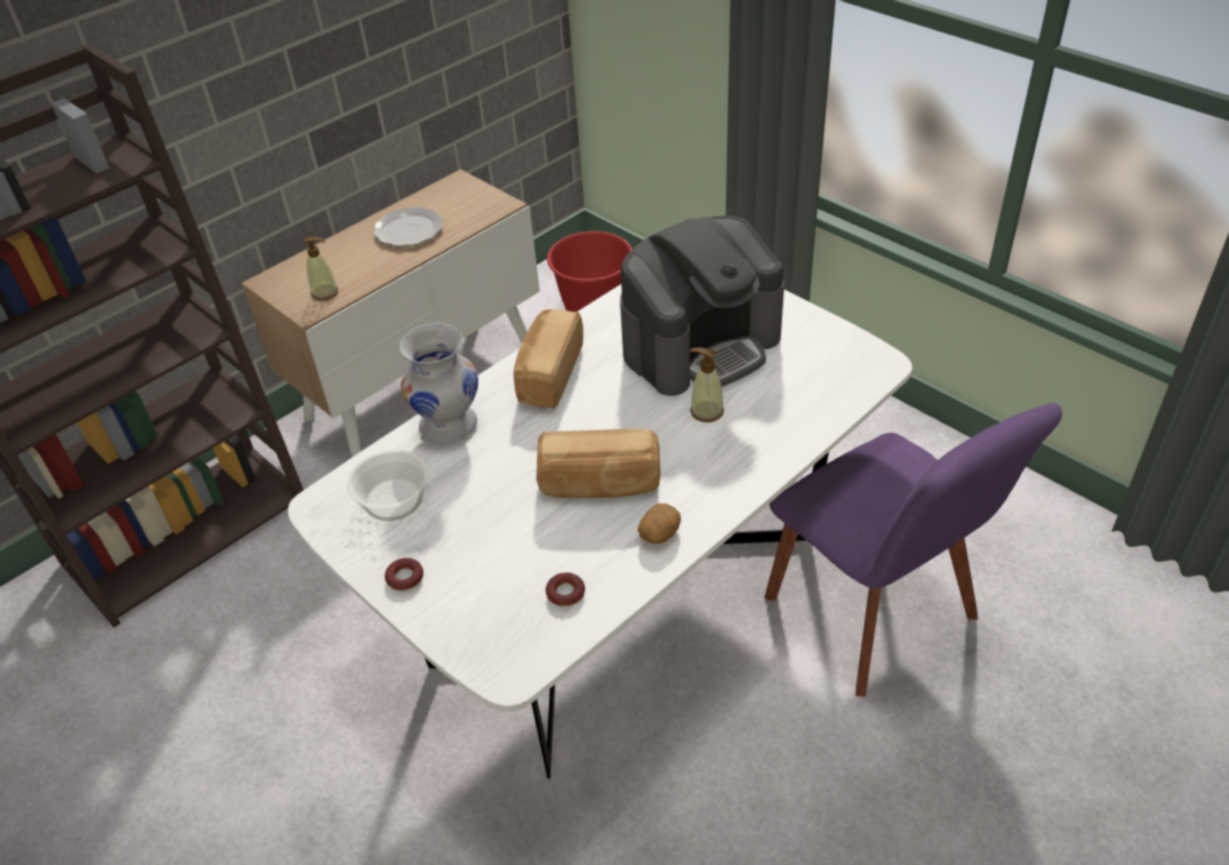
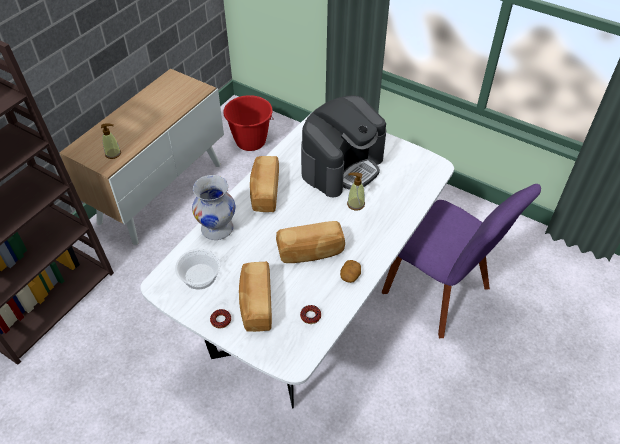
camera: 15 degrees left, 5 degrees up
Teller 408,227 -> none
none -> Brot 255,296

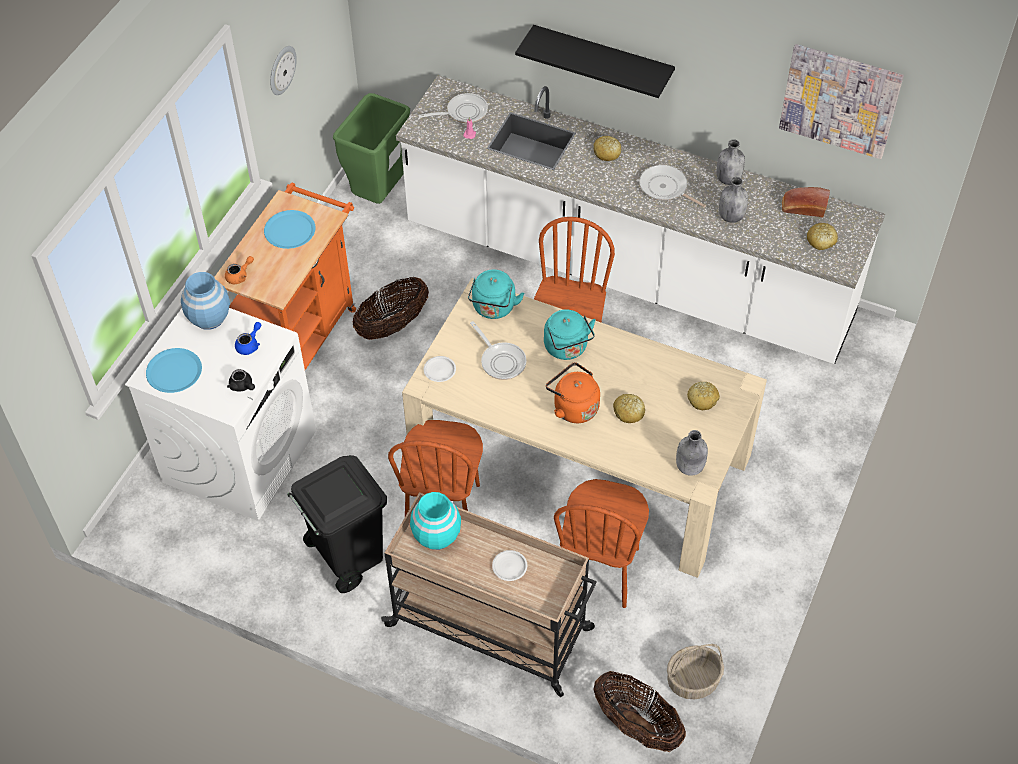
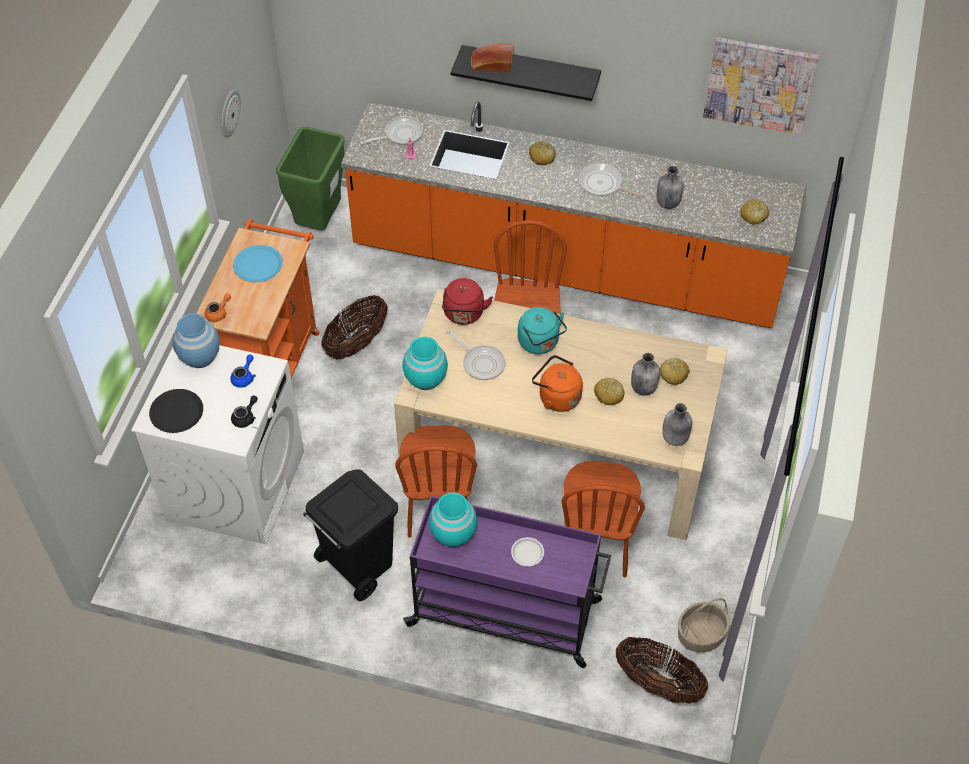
camera: 10 degrees left, 0 degrees up
Küchenzeile/weiß 640,219 -> Küchenzeile/orange 573,215
Flasche/grau 731,162 -> Flasche/grau 645,374, move
Brot 806,202 -> Brot 492,57, move
Wasserkessel/türkis 496,294 -> Wasserkessel/rot 467,301
Teller/blau 174,370 -> Teller/schwarz 176,411
Teller/weiß 440,369 -> Vase/türkis 425,363
Teekanne/schwarz 241,380 -> Teekanne/schwarz 244,411, 90 degrees counterclockwise
Rollwagen/beige 489,594 -> Rollwagen/lila 507,581

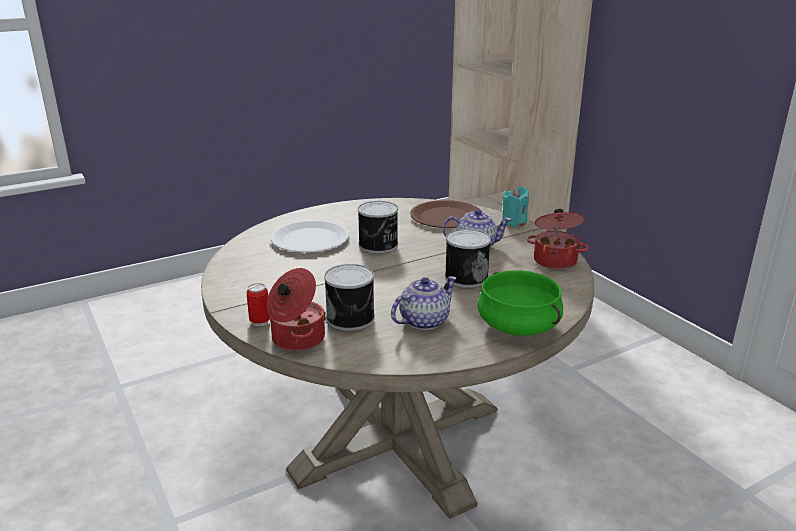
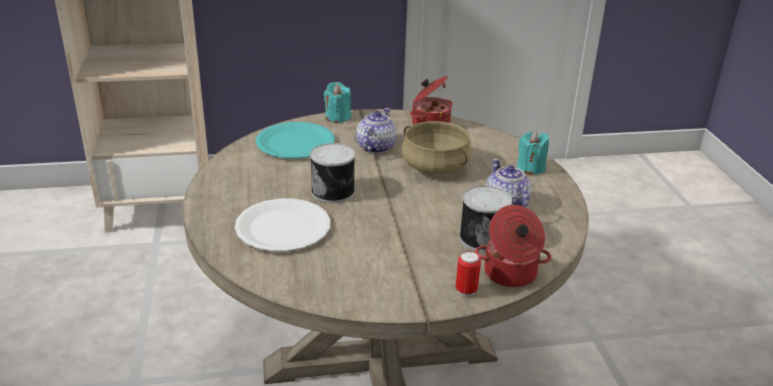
camera: 70 degrees left, 5 degrees up
Teller/braun 446,214 -> Teller/türkis 295,140
Dose 468,258 -> Kochtopf/beige 436,148
Kochtopf/grün 520,303 -> Kerze/türkis 533,153

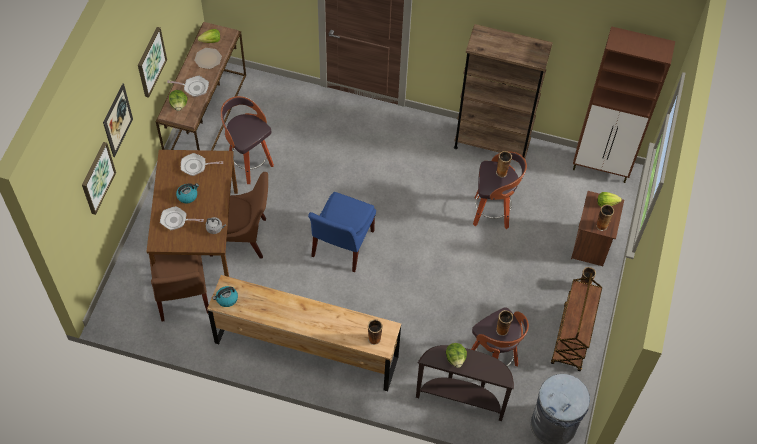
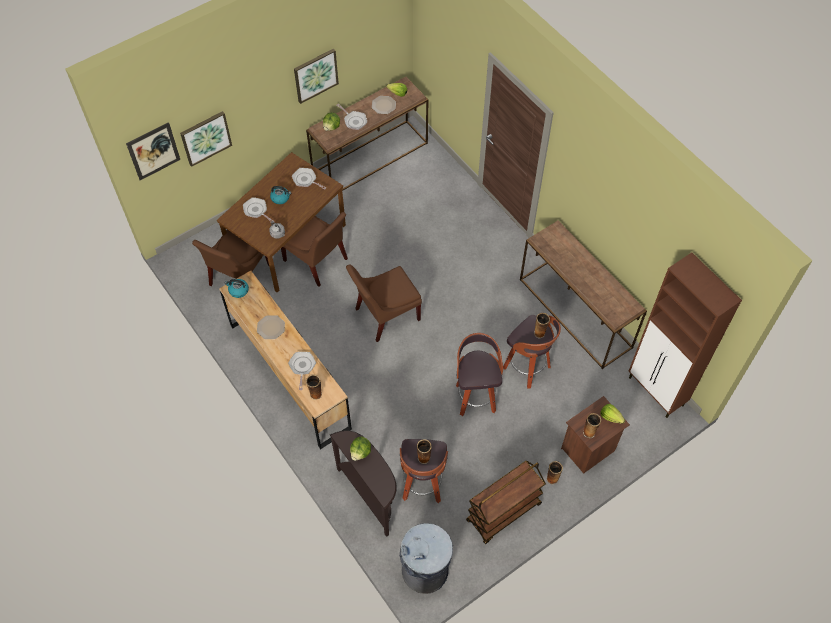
camera: 40 degrees right, 0 degrees up
Bücherregal/braun 503,91 -> Konsolentisch/braun 583,295
Bild 118,120 -> Bild 153,151, move
Hocker 247,140 -> Hocker 479,374, move
Stuhl/blau 342,232 -> Stuhl/braun 384,303
none -> Teller 271,327
none -> Pfanne 302,371

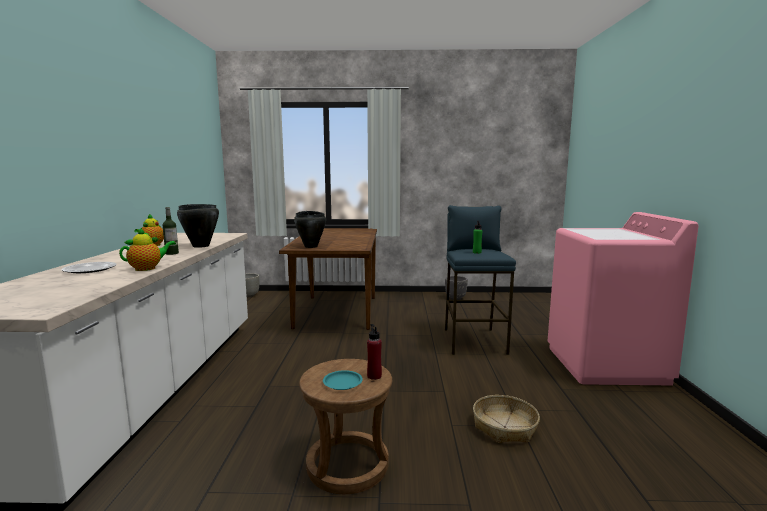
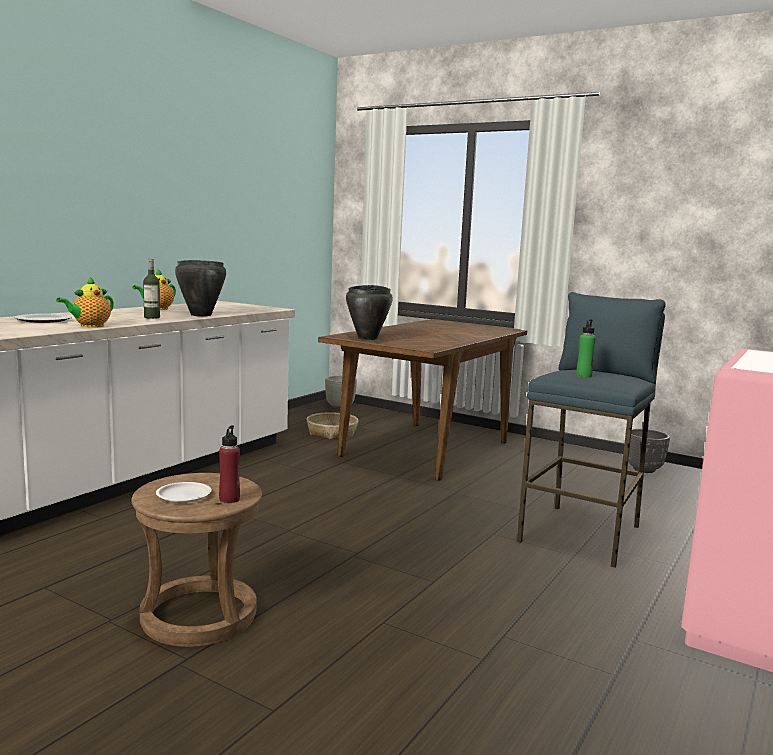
camera: 30 degrees right, 0 degrees up
Teekanne 147,249 -> Teekanne 85,302, 135 degrees clockwise
Teller/türkis 343,380 -> Teller/weiß 184,492
Korb 506,419 -> Korb 332,425, move

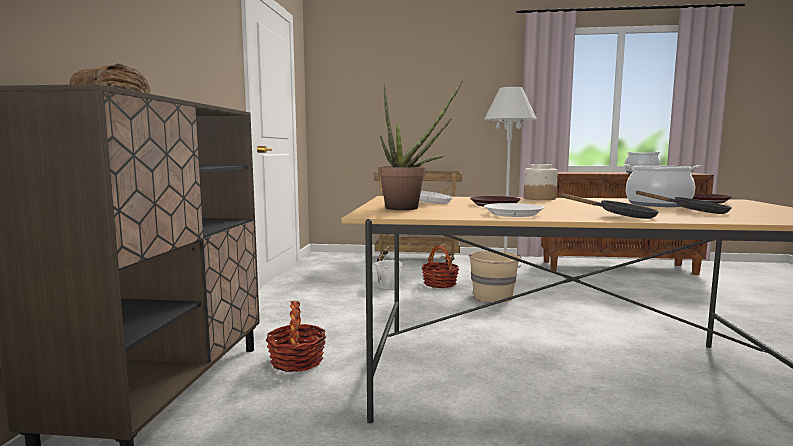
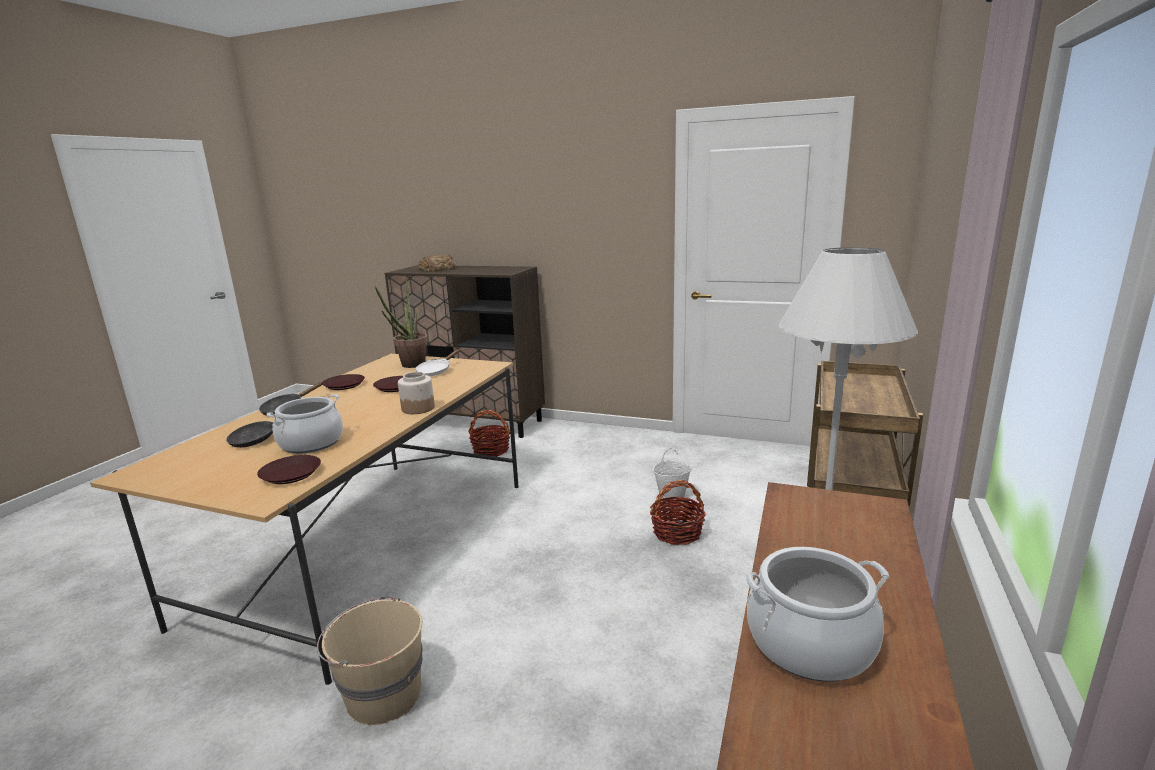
camera: 105 degrees right, 10 degrees up
Teller/weiß 514,210 -> Teller/braun 343,382
Eimer/beige 495,277 -> Eimer/beige 369,661, move

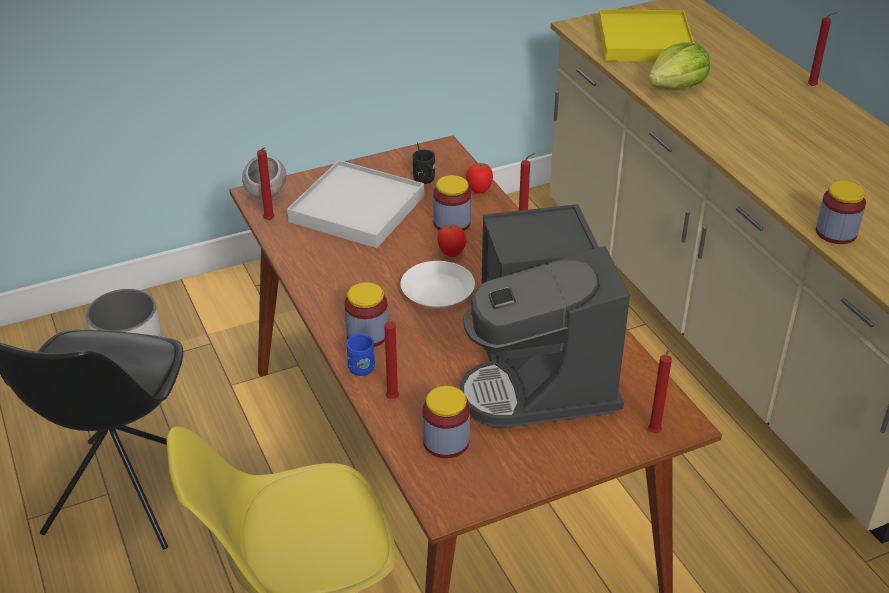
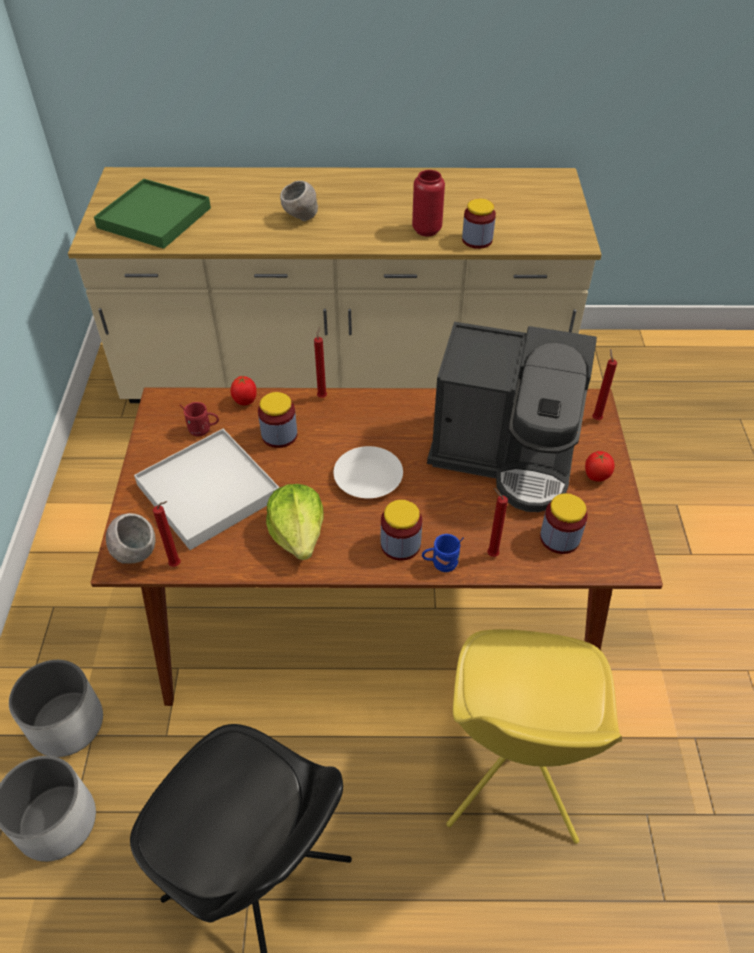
camera: 65 degrees left, 10 degrees up
Tablett/gelb 646,35 -> Tablett/grün 152,214
Kerze/rot 823,49 -> none
Salatkopf 679,65 -> Salatkopf 295,522, move
Henkelbecher/schwarz 424,163 -> Henkelbecher/rot 199,419
Tomate 451,240 -> Tomate 600,466, move
none -> Vase/rot 428,203
none -> Schüssel/grau 299,201
none -> Pflanzkübel/weiß 56,708

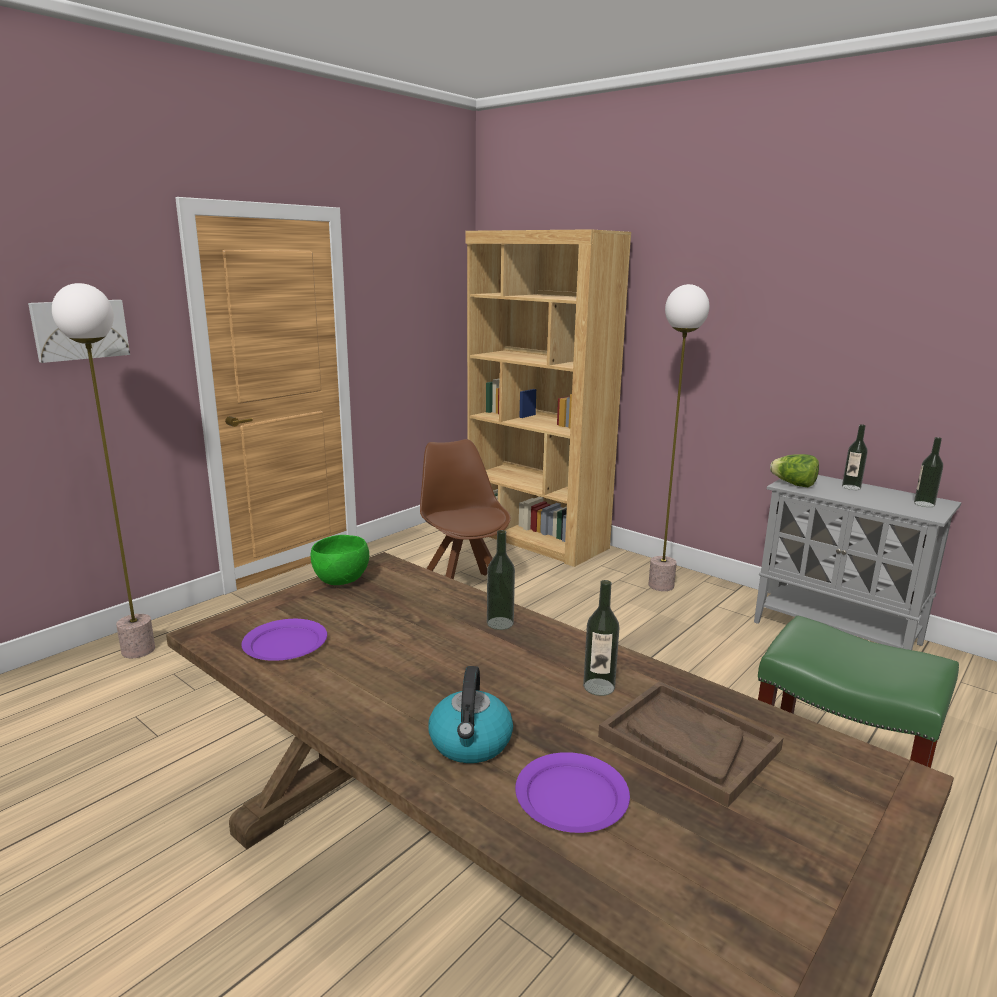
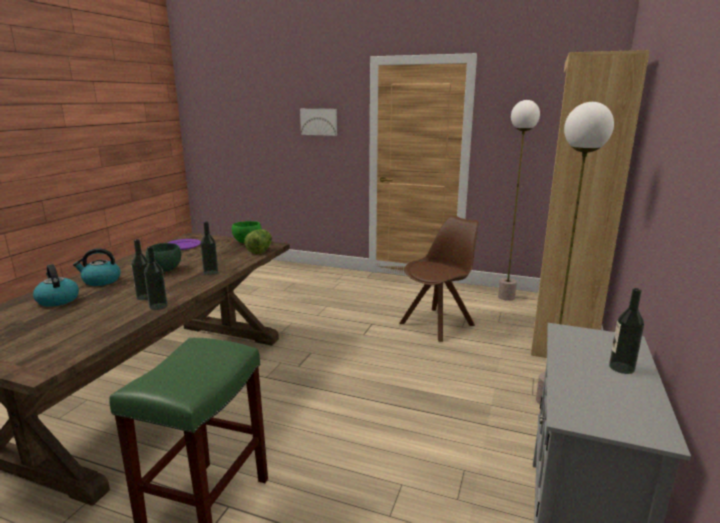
camera: 70 degrees right, 0 degrees up
Stehlampe 103,470 -> Stehlampe 519,200, move
Flasche 928,472 -> Flasche 156,278, move
Salatkopf 794,470 -> Salatkopf 258,241, move
Tablett/braun 690,744 -> none
Teller/lila 572,792 -> Wasserkessel 56,285
none -> Schüssel/grün 163,257

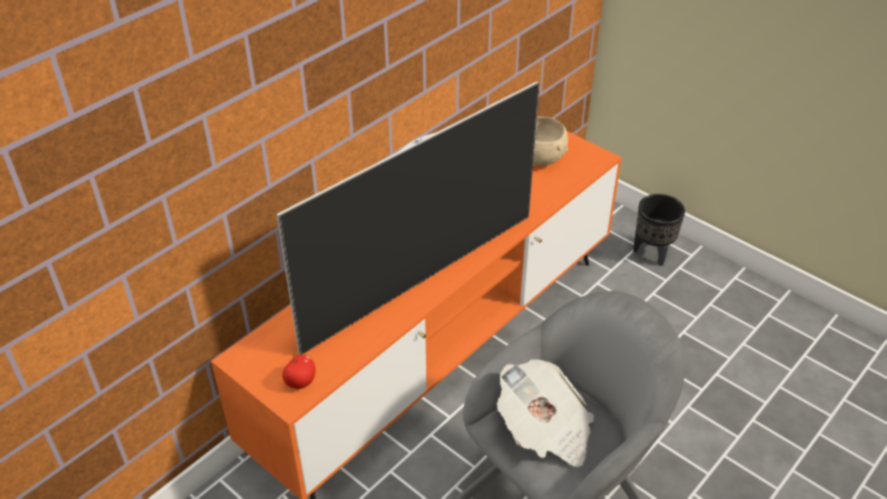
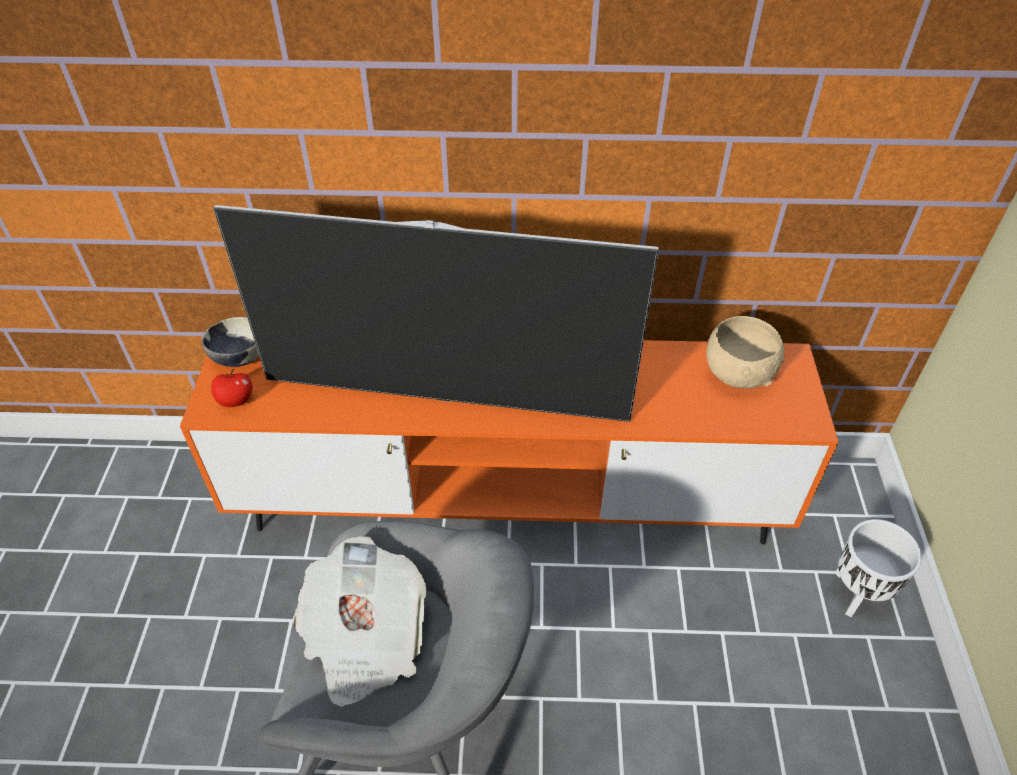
camera: 50 degrees right, 5 degrees up
Pflanzkübel/schwarz 659,230 -> Pflanzkübel/weiß 878,568
none -> Schüssel 230,342

